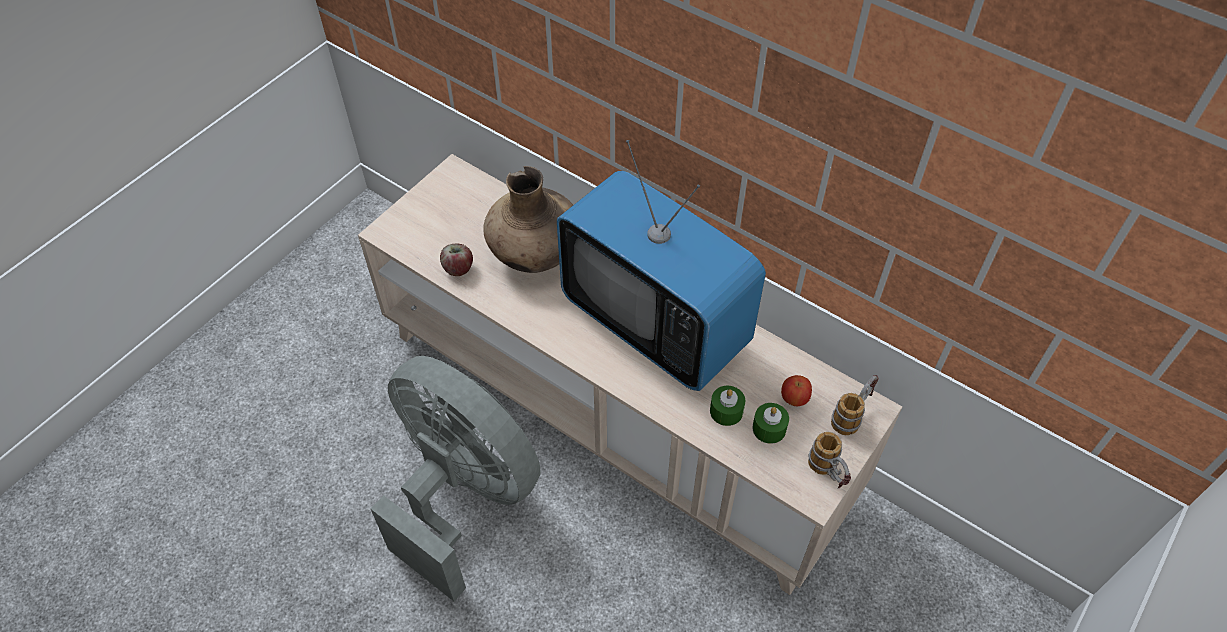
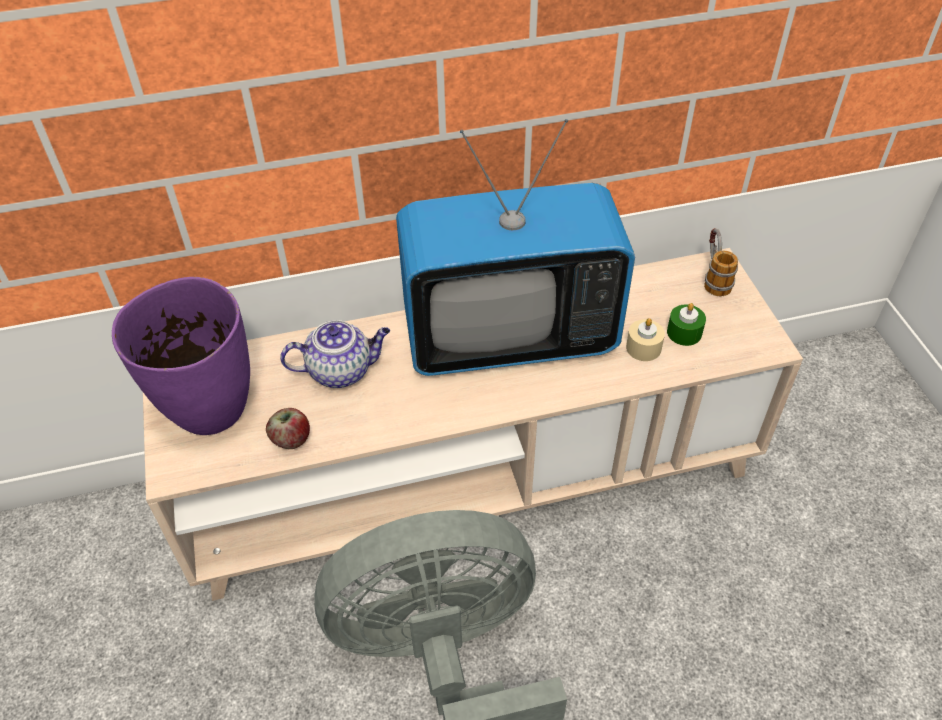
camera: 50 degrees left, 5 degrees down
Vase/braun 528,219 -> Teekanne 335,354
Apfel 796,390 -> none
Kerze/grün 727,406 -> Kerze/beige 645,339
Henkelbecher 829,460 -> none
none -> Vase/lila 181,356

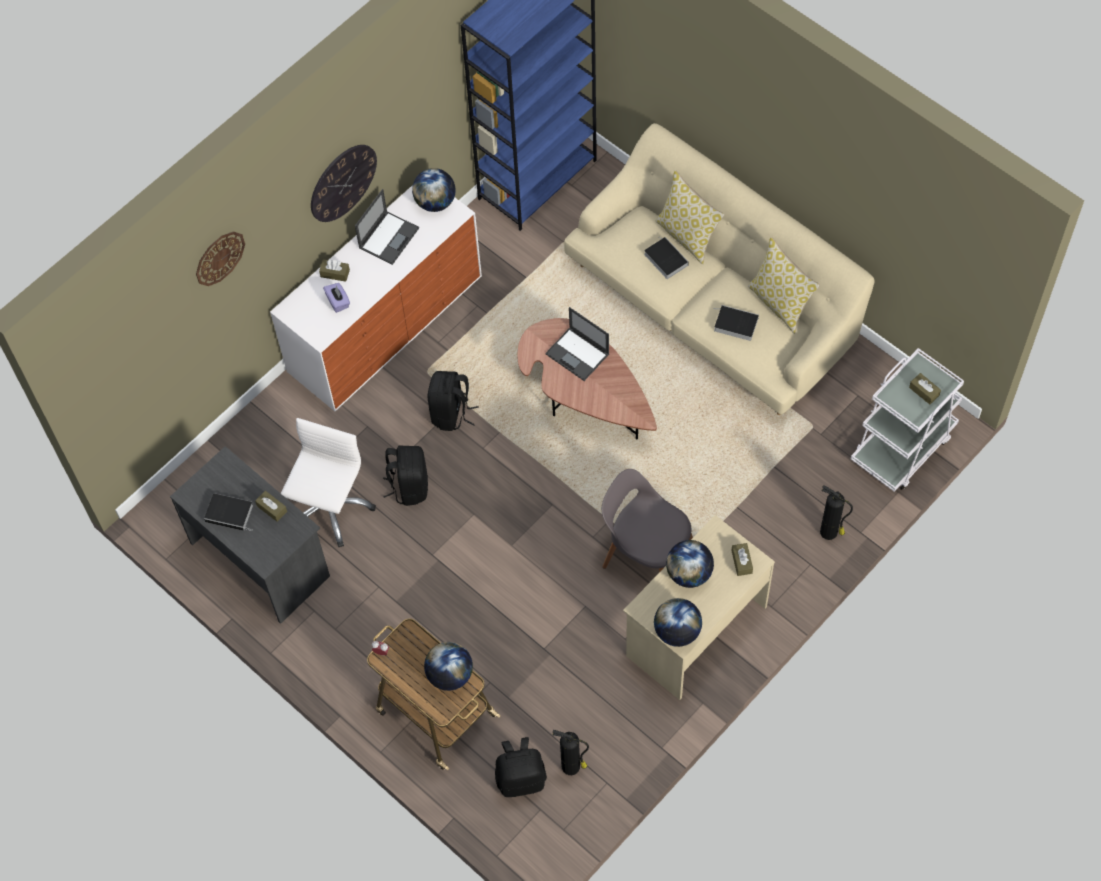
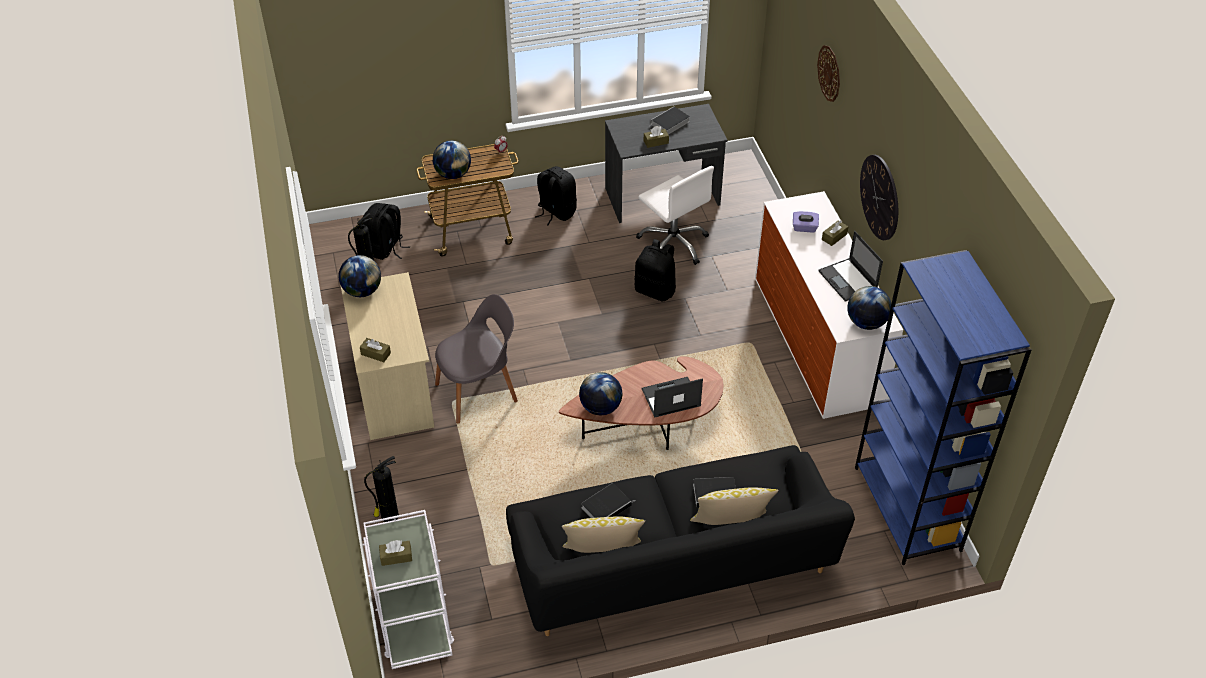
camera: 120 degrees right, 15 degrees down
Sofa/beige 719,269 -> Sofa/schwarz 680,540
Rucksack/schwarz 453,401 -> Rucksack/schwarz 556,195, move
Globus 690,564 -> Globus 601,393, move

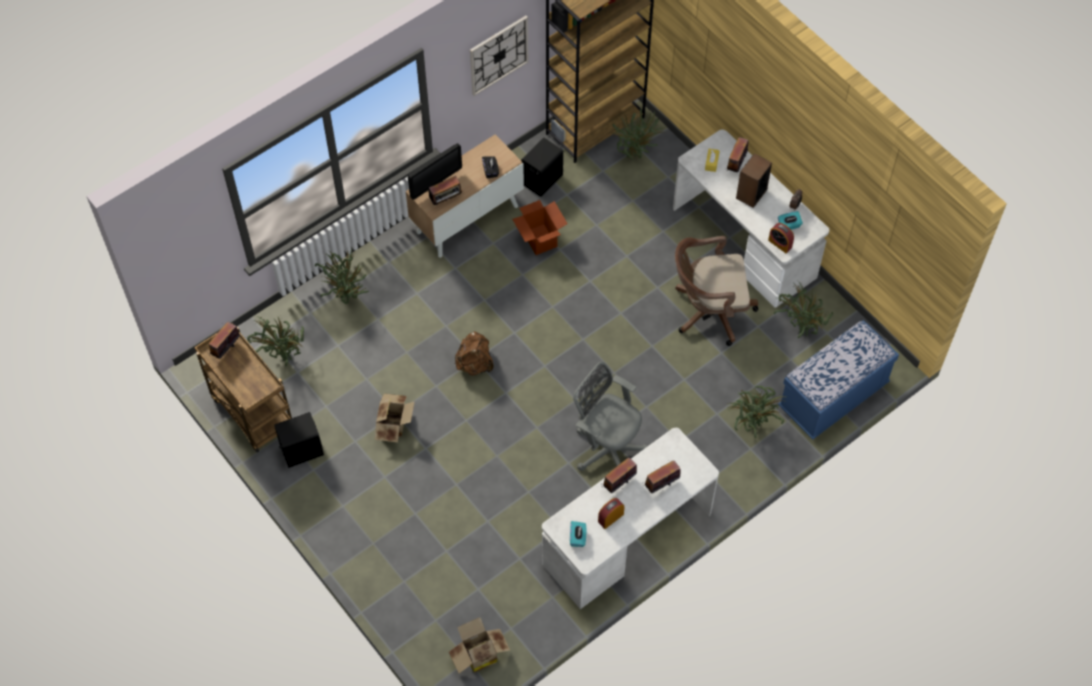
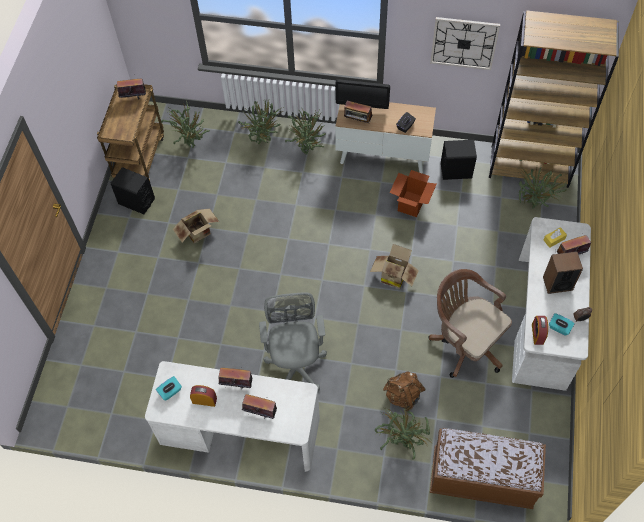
camera: 50 degrees right, 0 degrees up
Topfpflanze 803,309 -> Topfpflanze 305,132, move
Bank/blau 838,380 -> Bank/braun 488,468
Rucksack/braun 474,353 -> Rucksack/braun 404,391, move
Karton 479,645 -> Karton 394,266, move

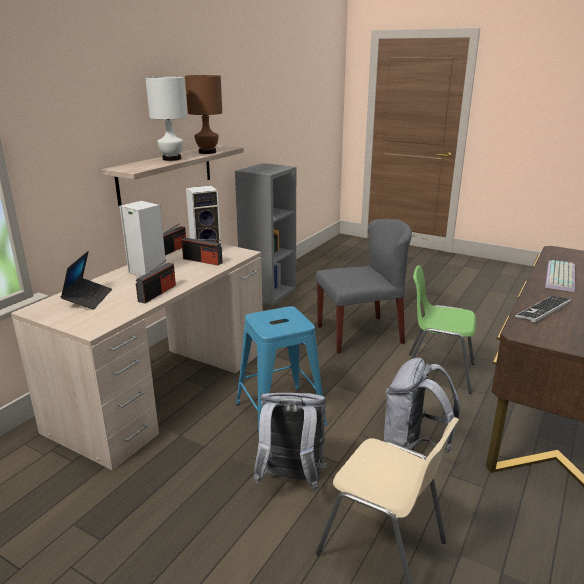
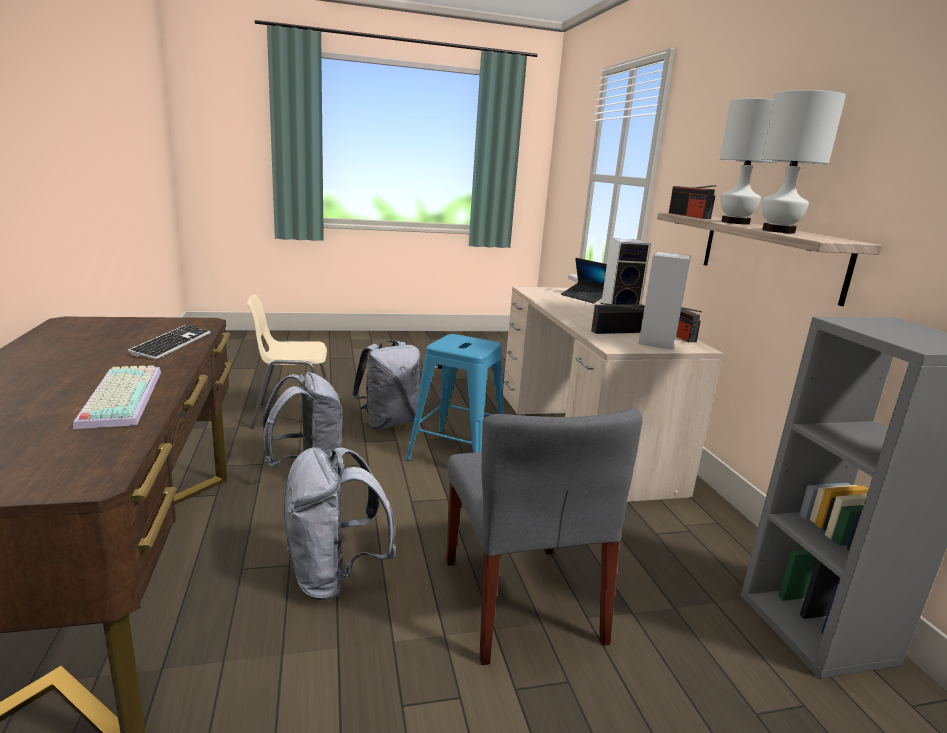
camera: 135 degrees right, 5 degrees down
Tischlampe/braun 203,114 -> Tischlampe/weiß 803,161
Stuhl/grau 363,286 -> Stuhl/grau 544,536, 45 degrees counterclockwise
Radio 156,281 -> Radio 692,202, move
Stuhl/grün 442,329 -> Rucksack/grau 340,523

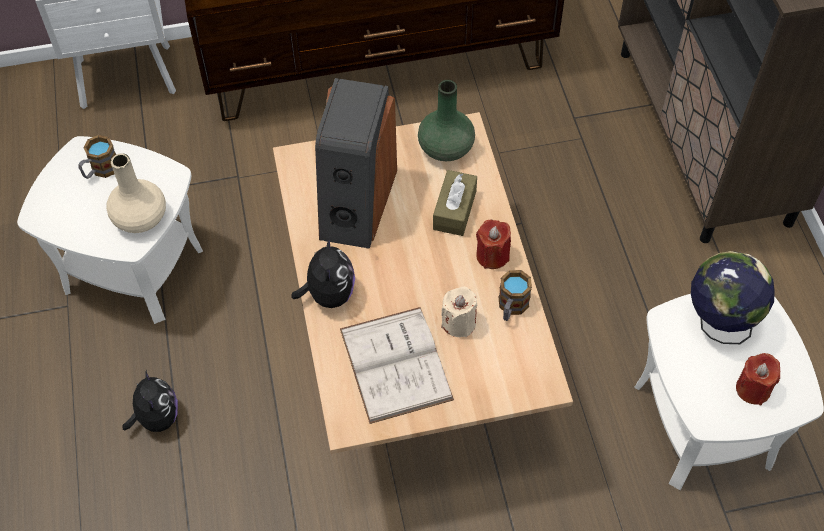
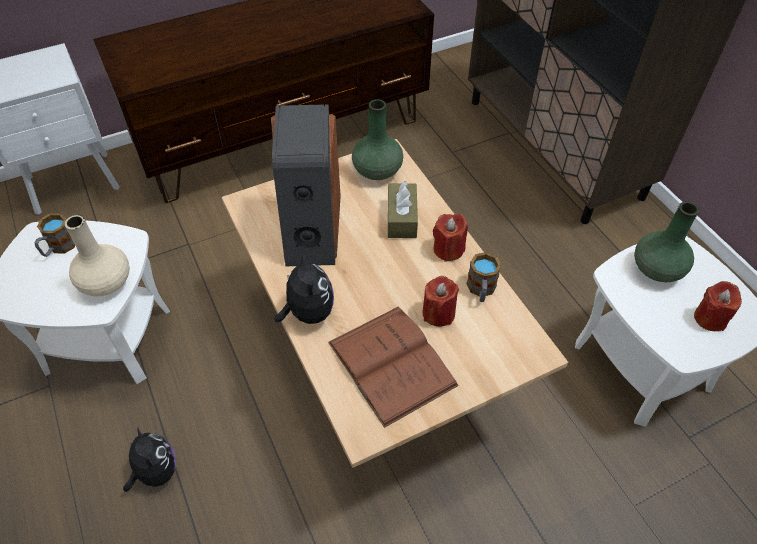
camera: 15 degrees left, 5 degrees down
Globus 732,297 -> Vase/grün 666,242
Kerze/beige 459,311 -> Kerze/rot 441,301
Buch/weiß 397,365 -> Buch/braun 393,367

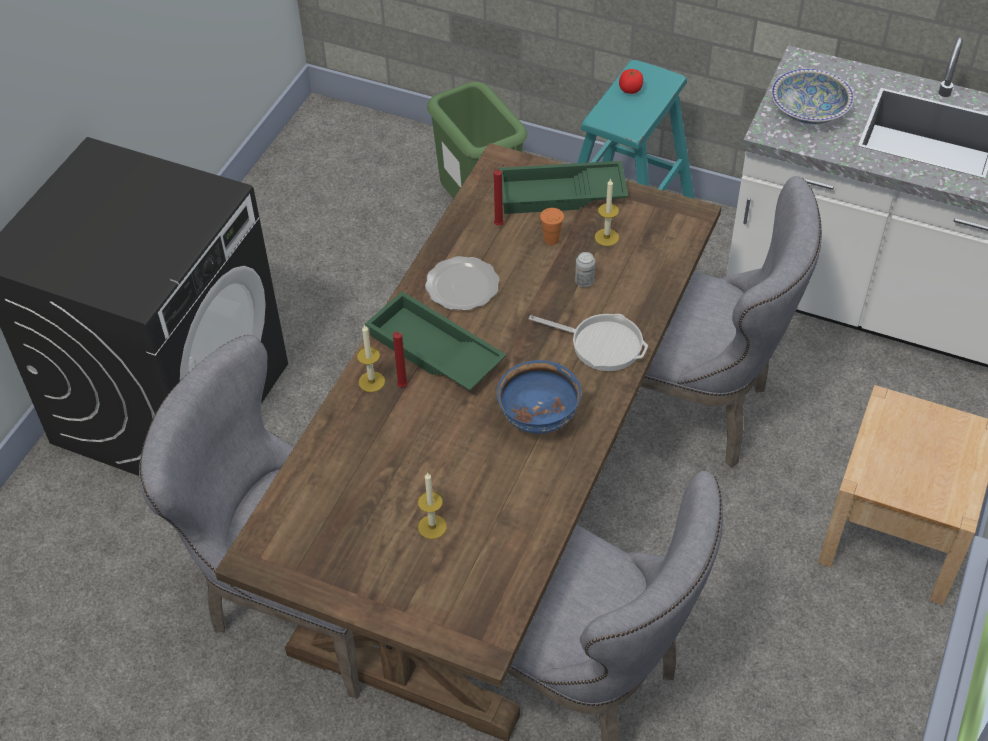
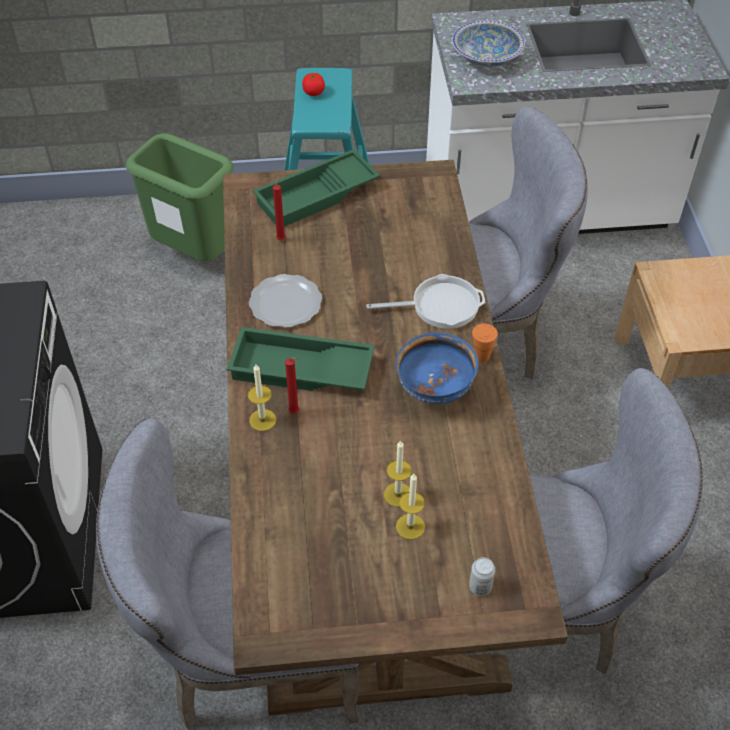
camera: 30 degrees left, 0 degrees up
Kerze 607,212 -> Kerze 398,473, move
Tasse/orange 552,226 -> Tasse/orange 485,343, move
Dose 585,269 -> Dose 482,576, move

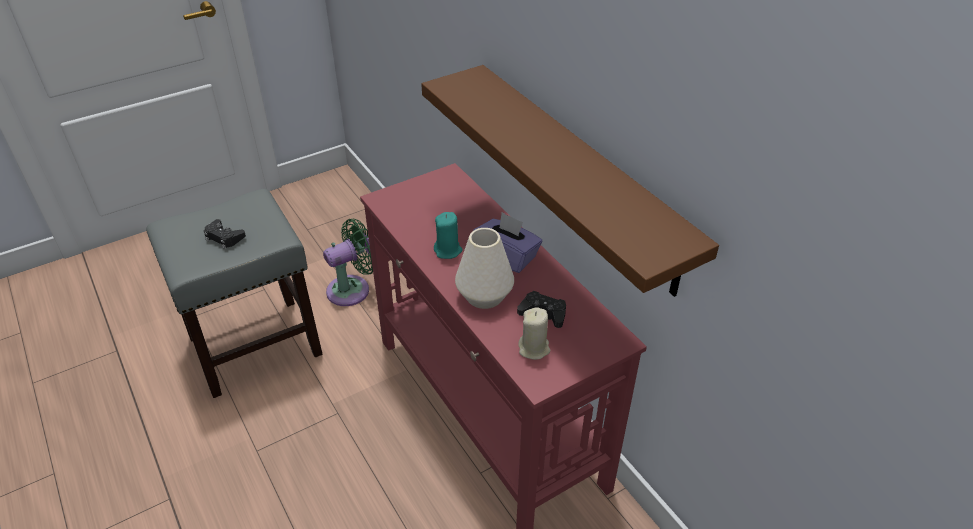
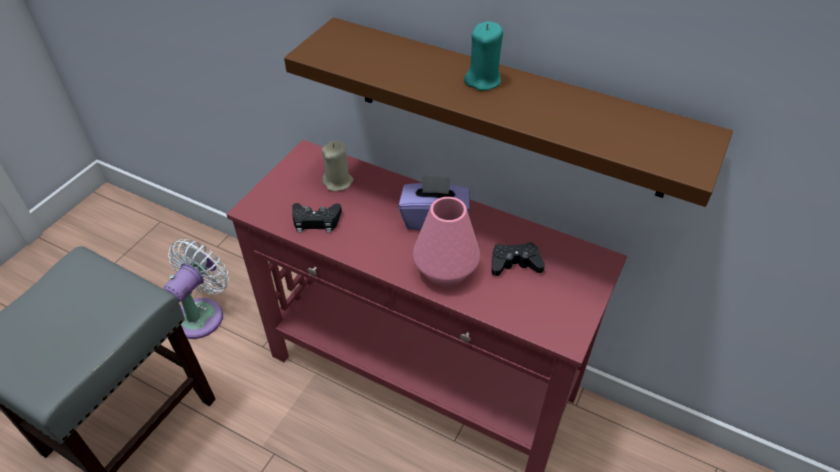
camera: 30 degrees left, 5 degrees up
Kerze/türkis 448,235 -> Kerze/türkis 483,56, move
Gamepad/schwarz 225,234 -> Gamepad/schwarz 317,218, move
Ventilator/grün 348,262 -> Ventilator/weiß 196,289
Vase/weiß 484,268 -> Vase/rosa 446,241
Kerze/beige 534,333 -> Kerze/beige 338,165, move

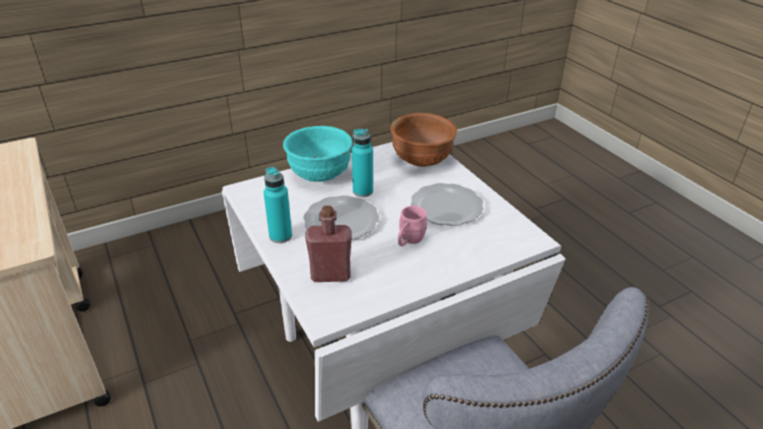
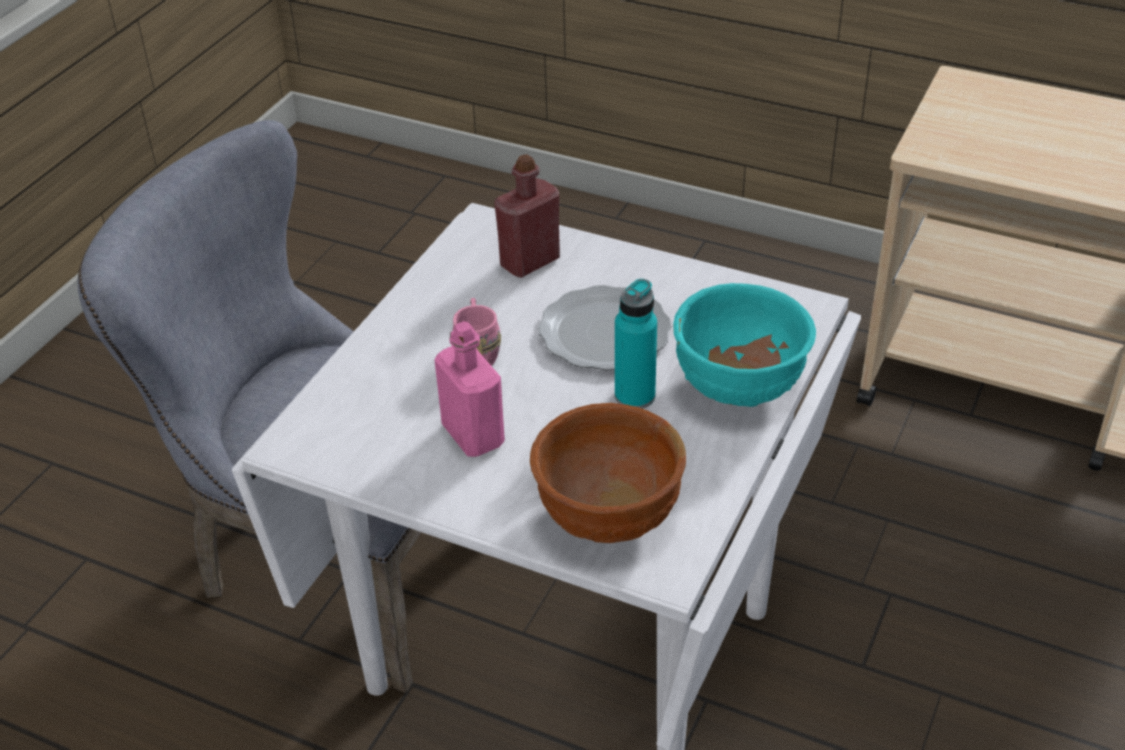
camera: 145 degrees right, 5 degrees up
Flasche/türkis 278,205 -> none
Teller 447,204 -> Flasche/rosa 469,389

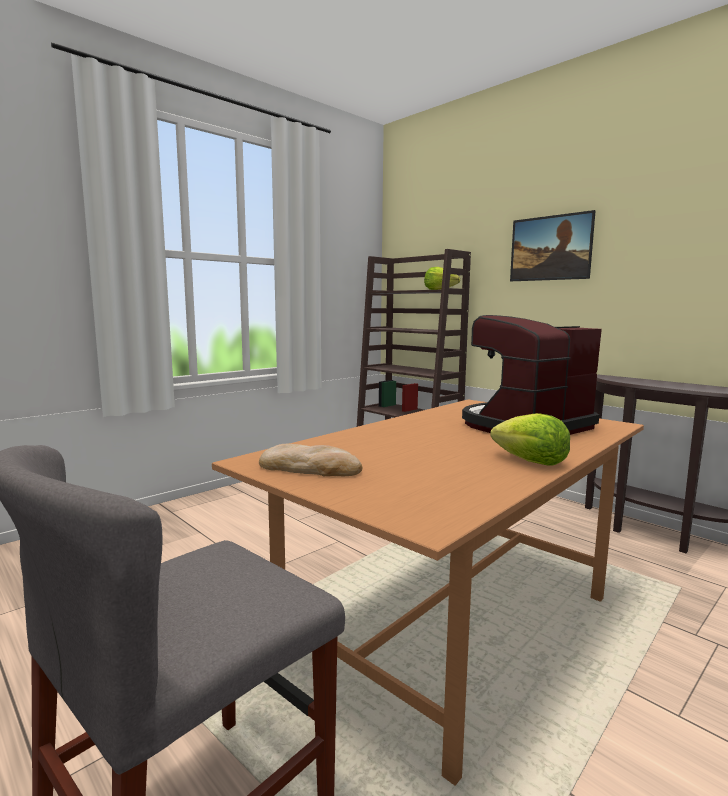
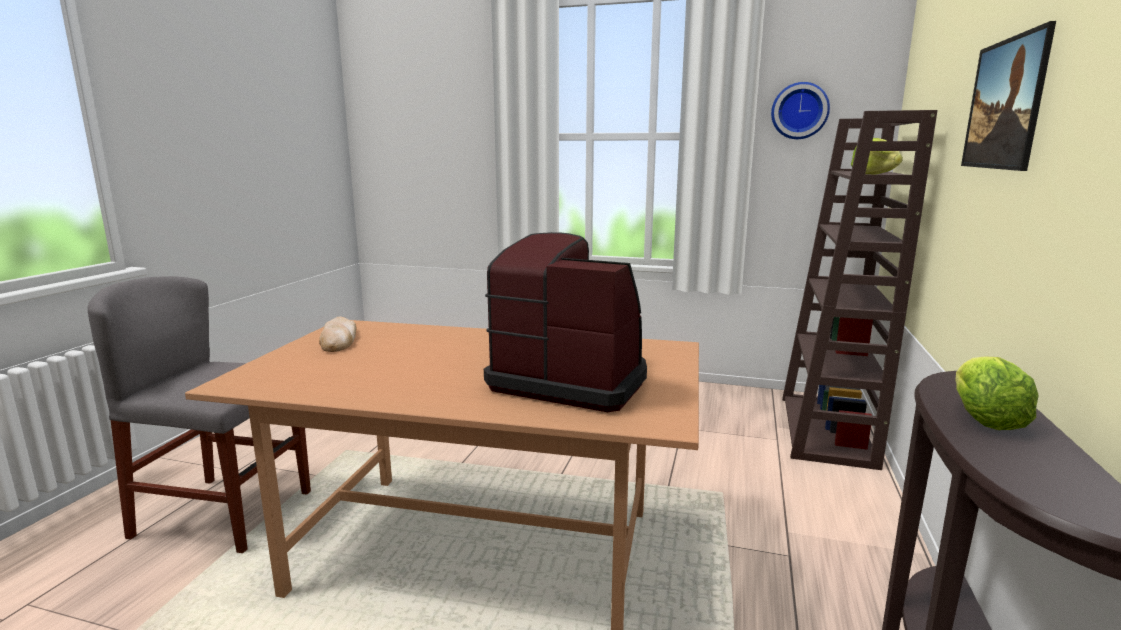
camera: 60 degrees right, 5 degrees up
Salatkopf 530,439 -> Salatkopf 997,393, move
none -> Wanduhr 800,110

